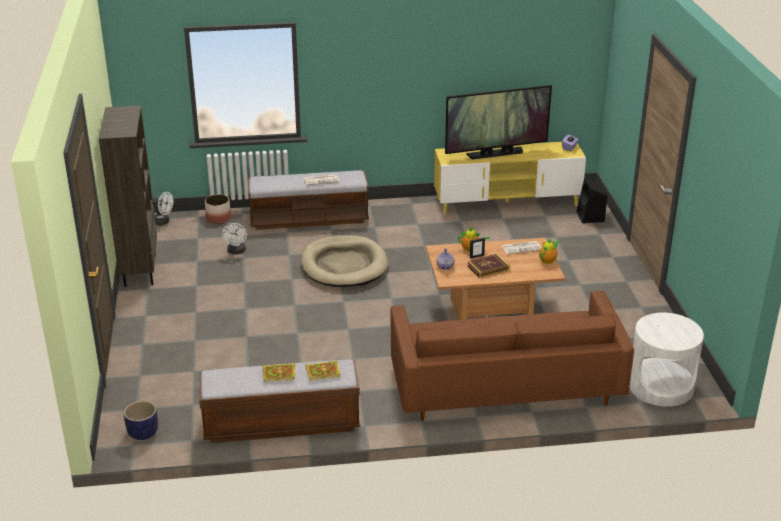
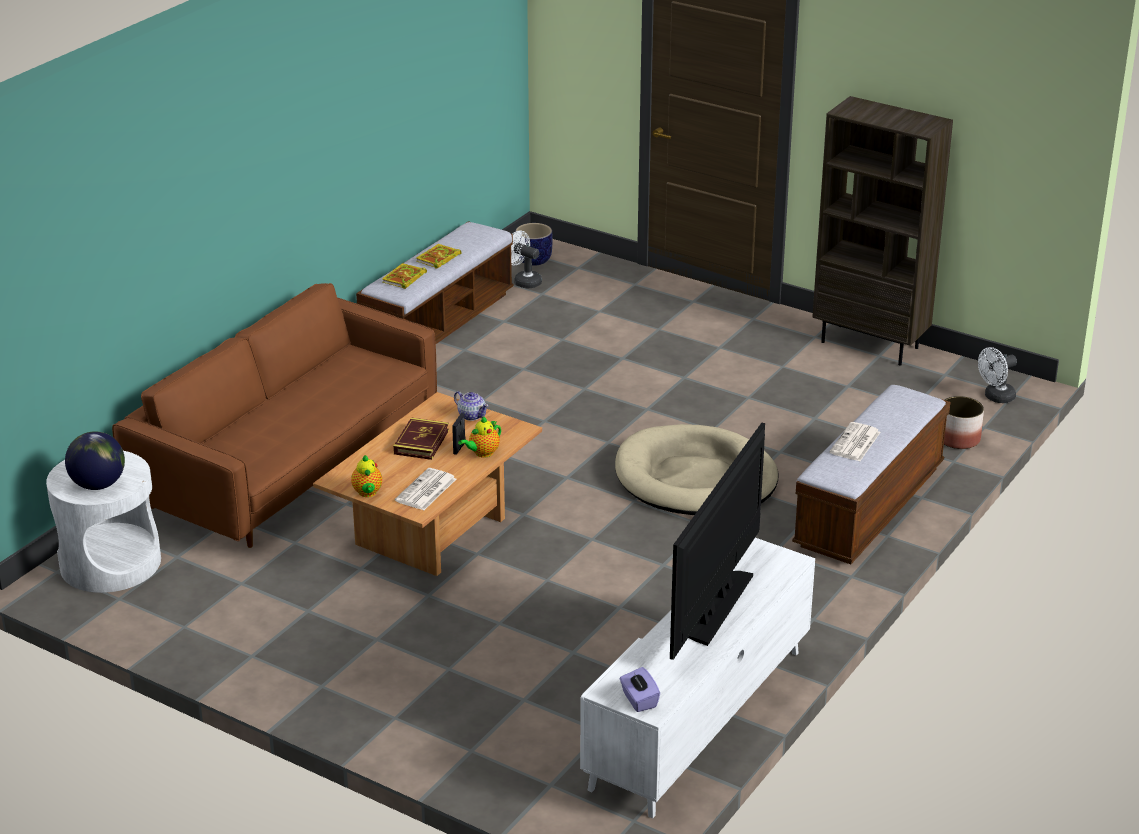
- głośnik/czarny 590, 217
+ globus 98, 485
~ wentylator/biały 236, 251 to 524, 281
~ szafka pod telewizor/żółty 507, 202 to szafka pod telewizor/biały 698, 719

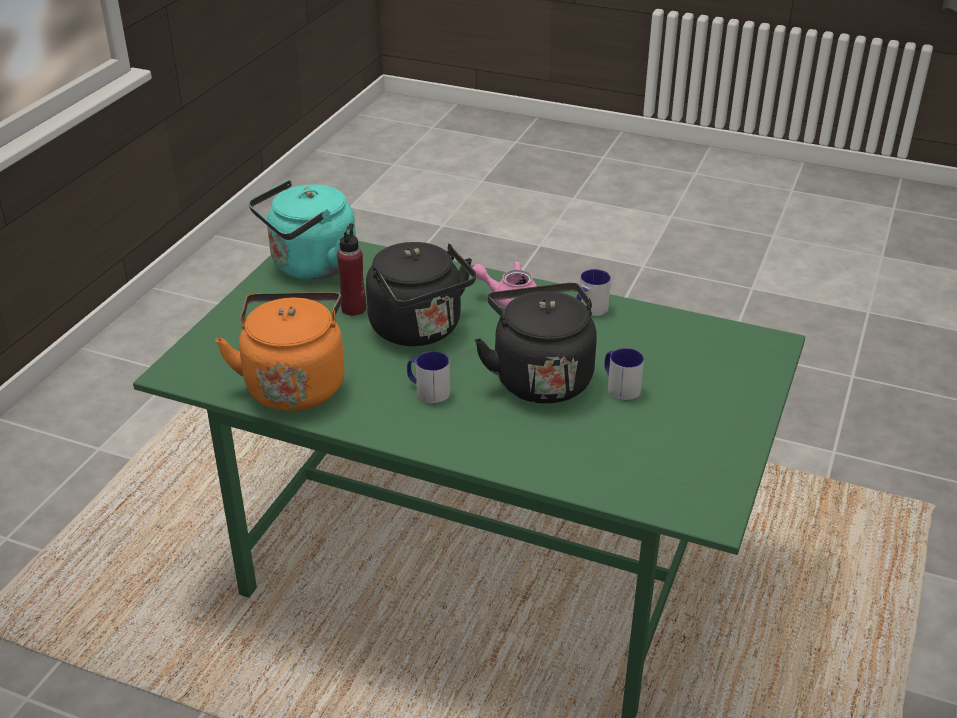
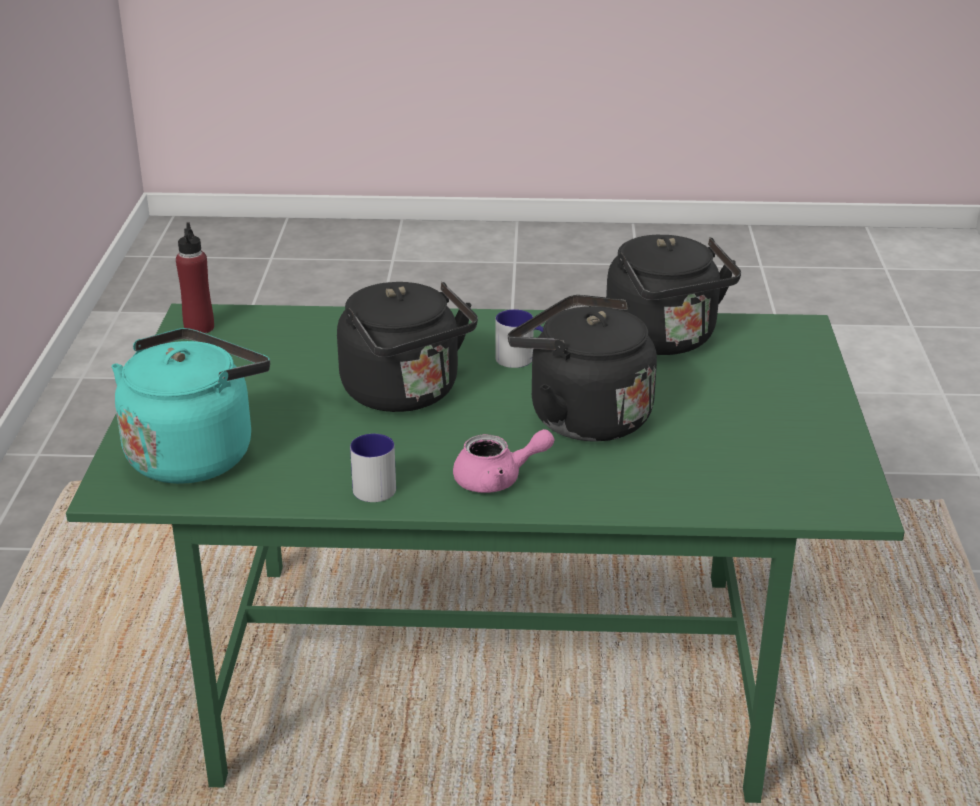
- kubek 619, 386
~ czajnik/turkusowy 309, 266 to 195, 453
~ butelka/czerwony 354, 309 to 199, 328
~ czajnik/pomarańczowy 295, 384 to czajnik/czarny 665, 340

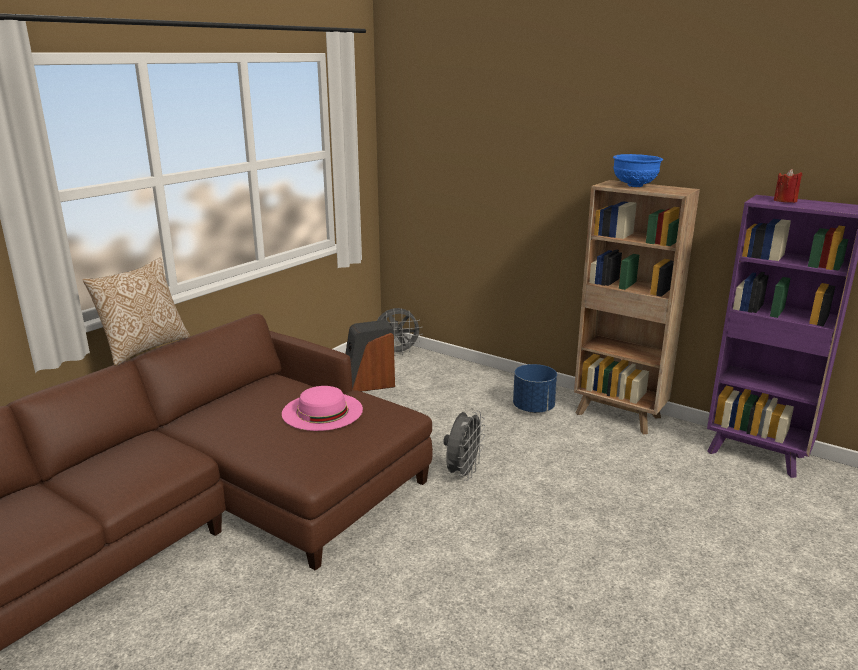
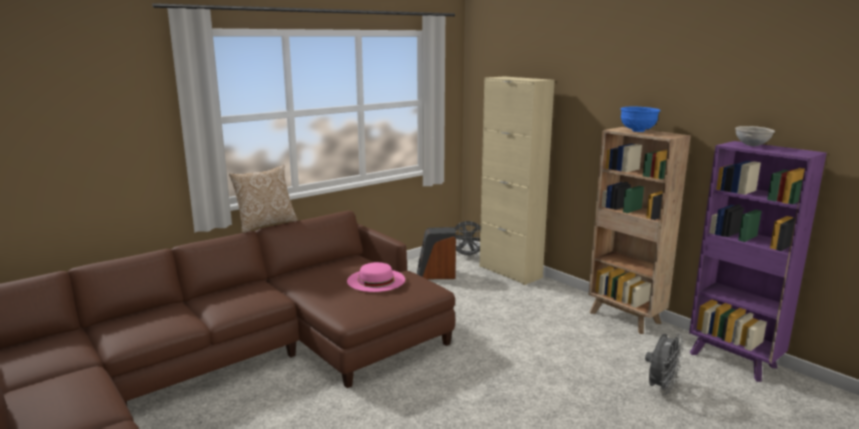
- donica/niebieski 533, 408
+ szafka/beżowy 510, 272
~ wentylator/szary 463, 473 to 660, 388
~ świeca/czerwony 785, 201 to miska/szary 752, 145

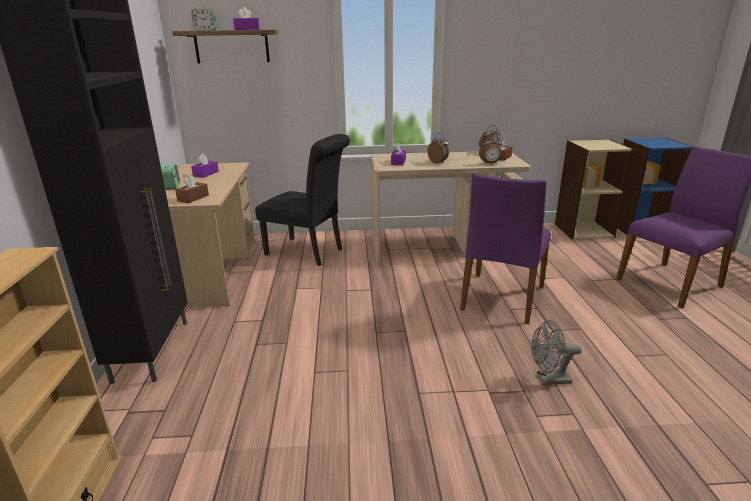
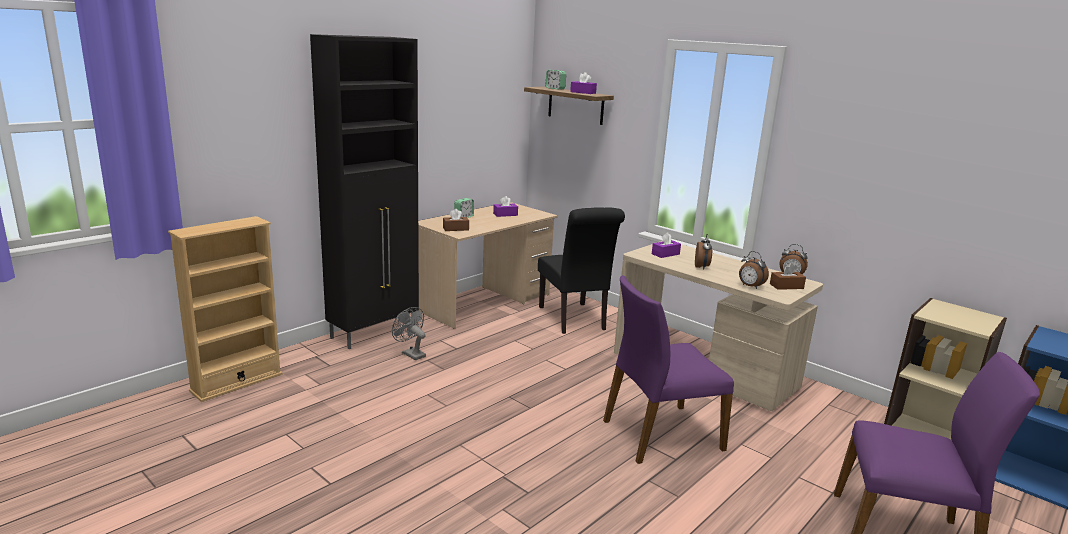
~ wentylator/szary 548, 379 to 411, 354

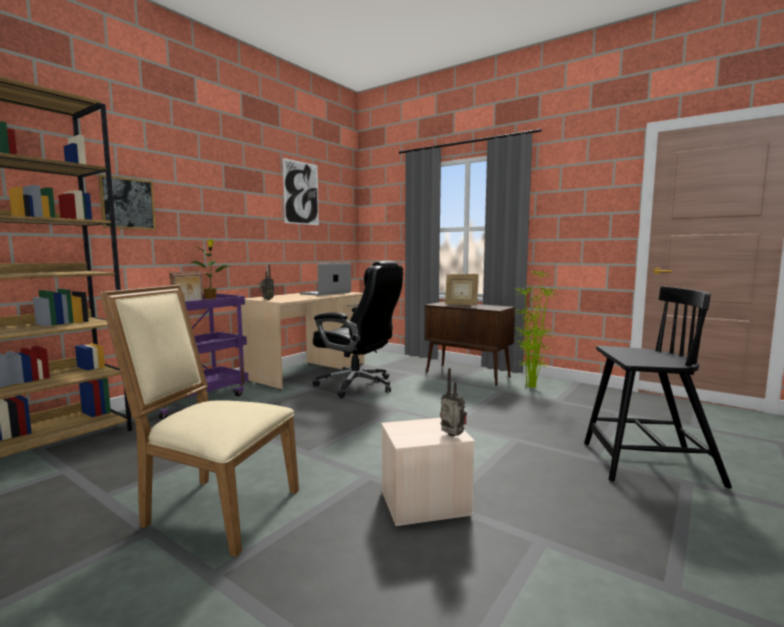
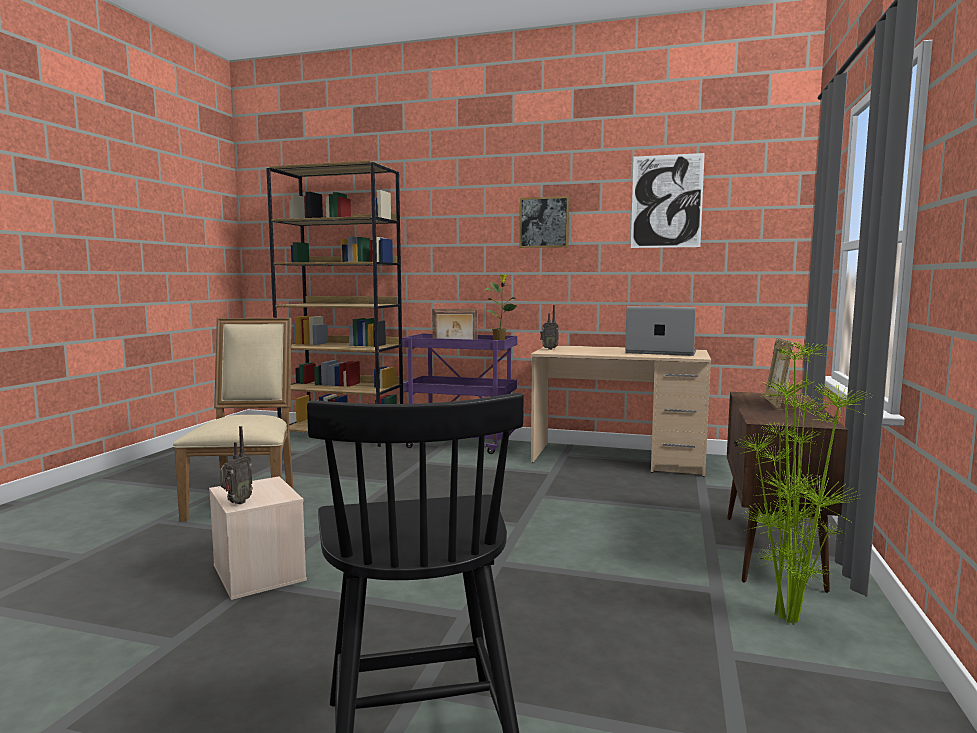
- krzesło biurowe/czarny 358, 385
~ obraz 127, 203 to 544, 222

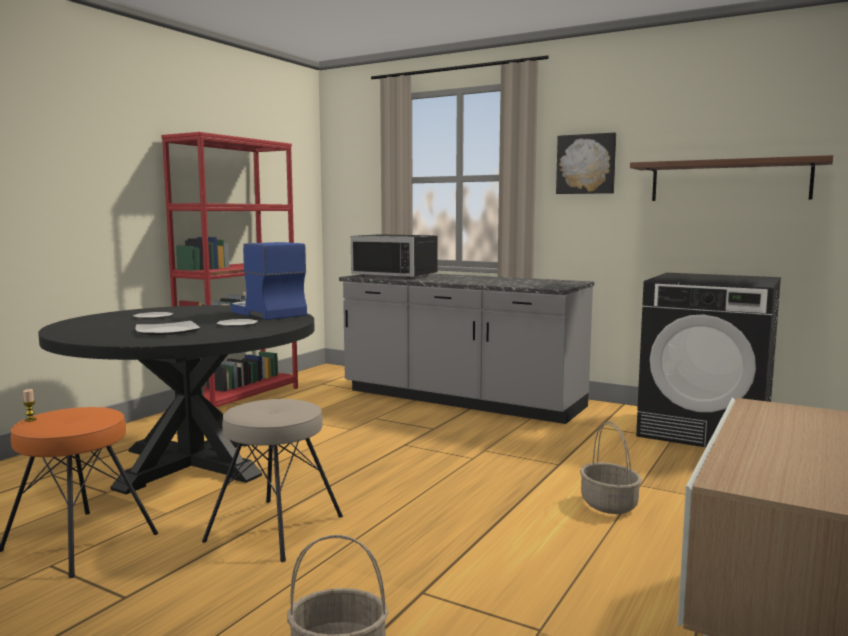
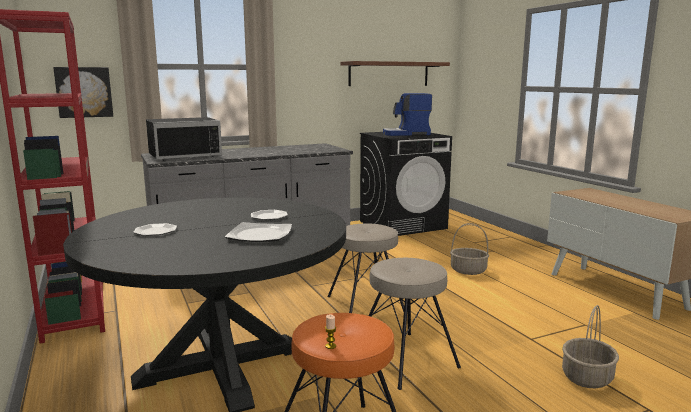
+ stołek/beżowy 366, 304
~ ekspres do kawy 266, 313 to 406, 134
~ obraz 586, 164 to 84, 92

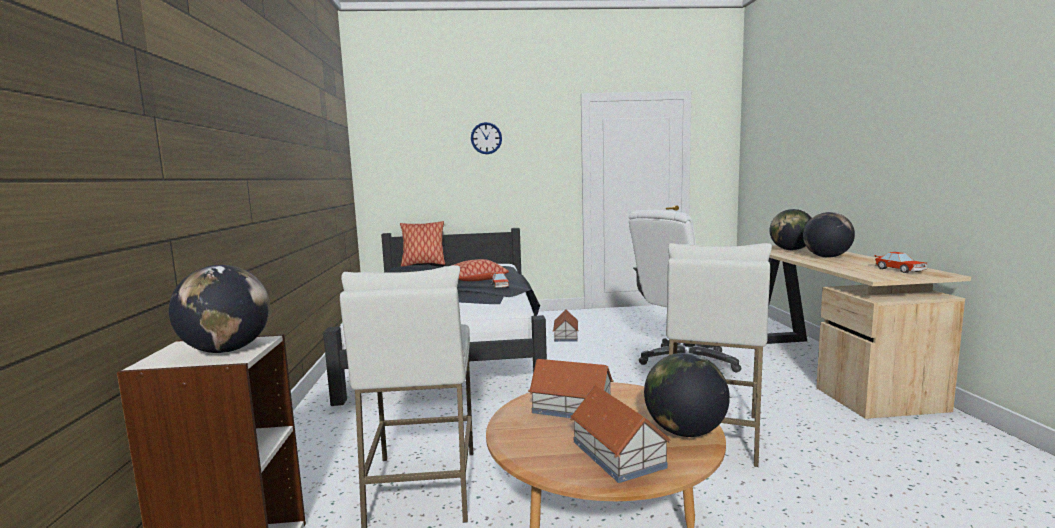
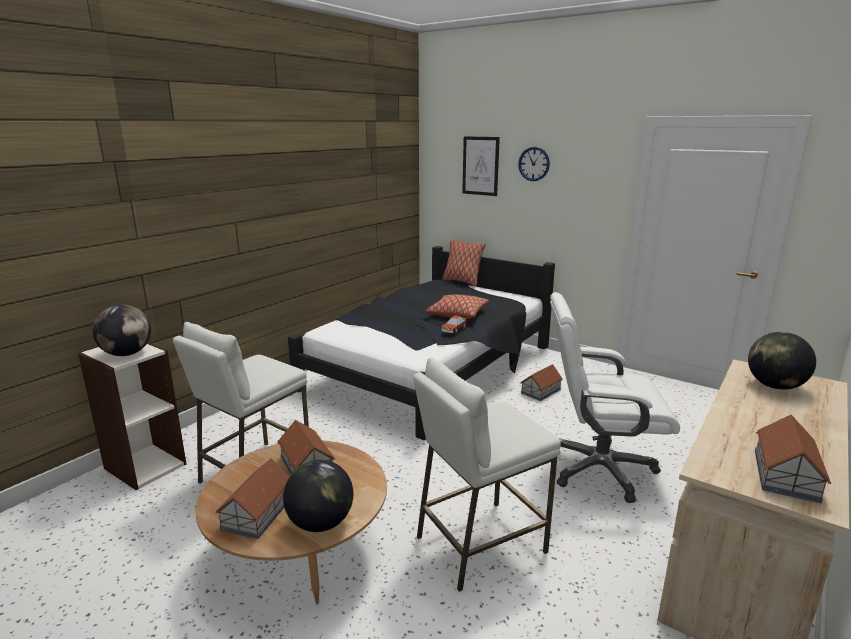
- globus 826, 257
+ obraz 480, 166
~ samochodzik 900, 270 to domek 786, 474

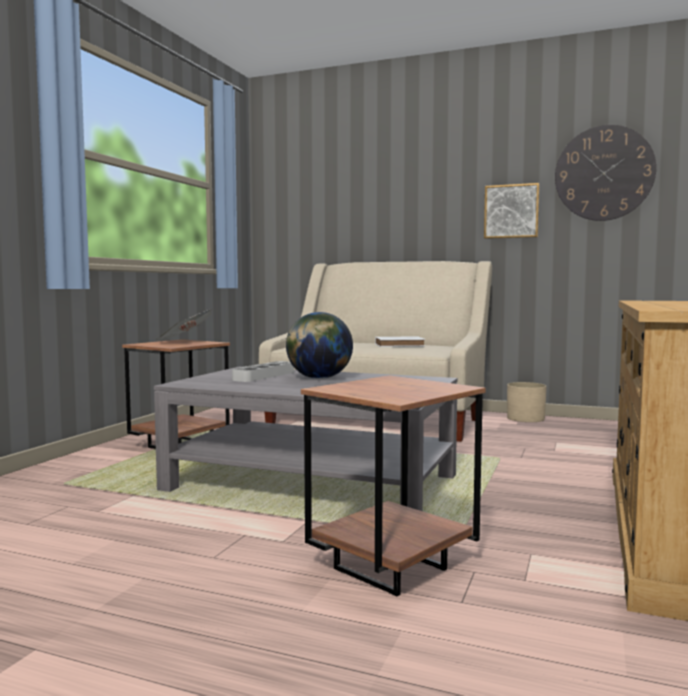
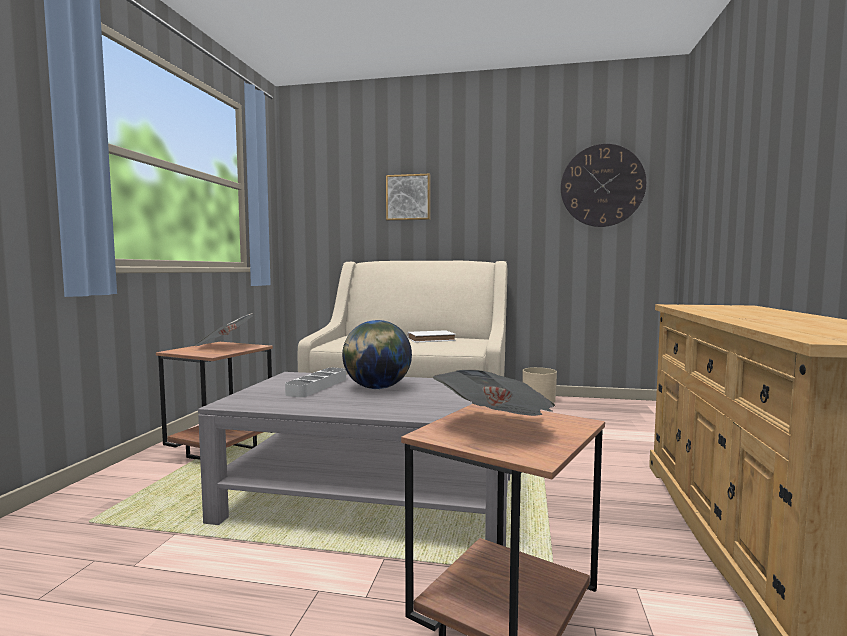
+ gazeta 497, 428
~ obraz 511, 211 to 408, 197

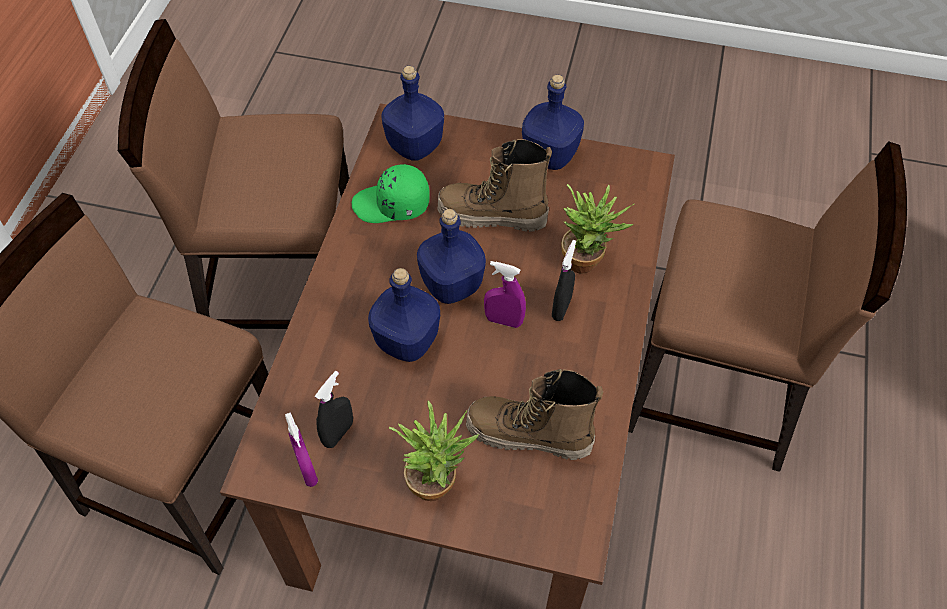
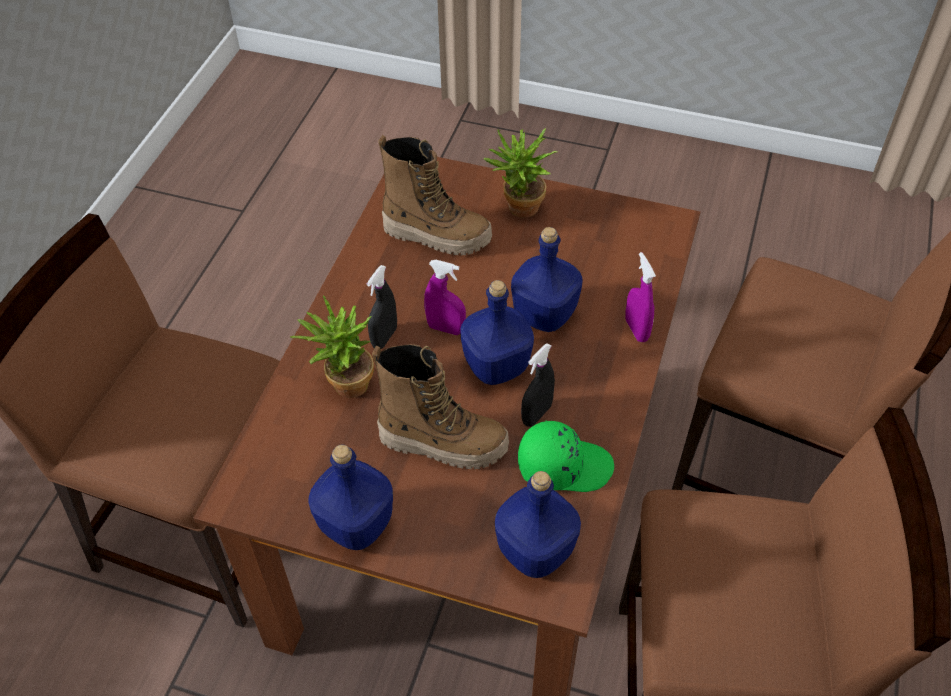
~ spryskiwacz/fioletowy 307, 470 to 636, 330
~ spryskiwacz/czarny 338, 433 to 536, 414

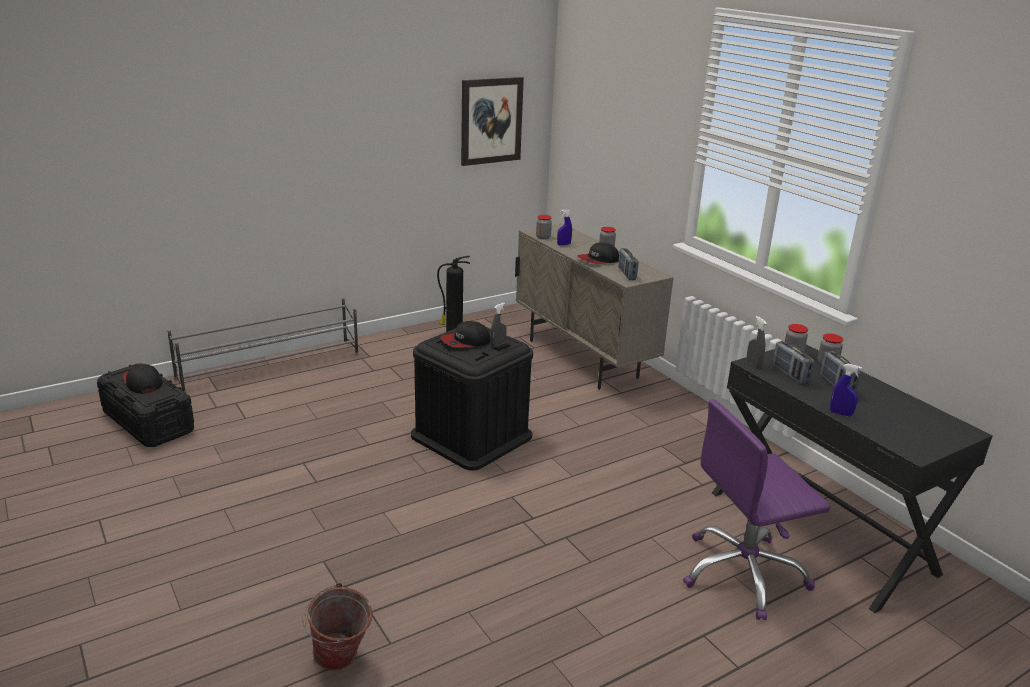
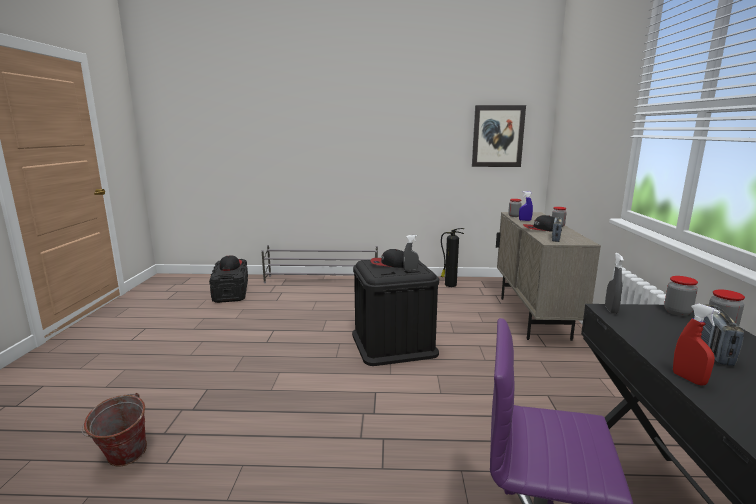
- radio 790, 374
~ spryskiwacz/niebieski 840, 413 to spryskiwacz/czerwony 688, 379

